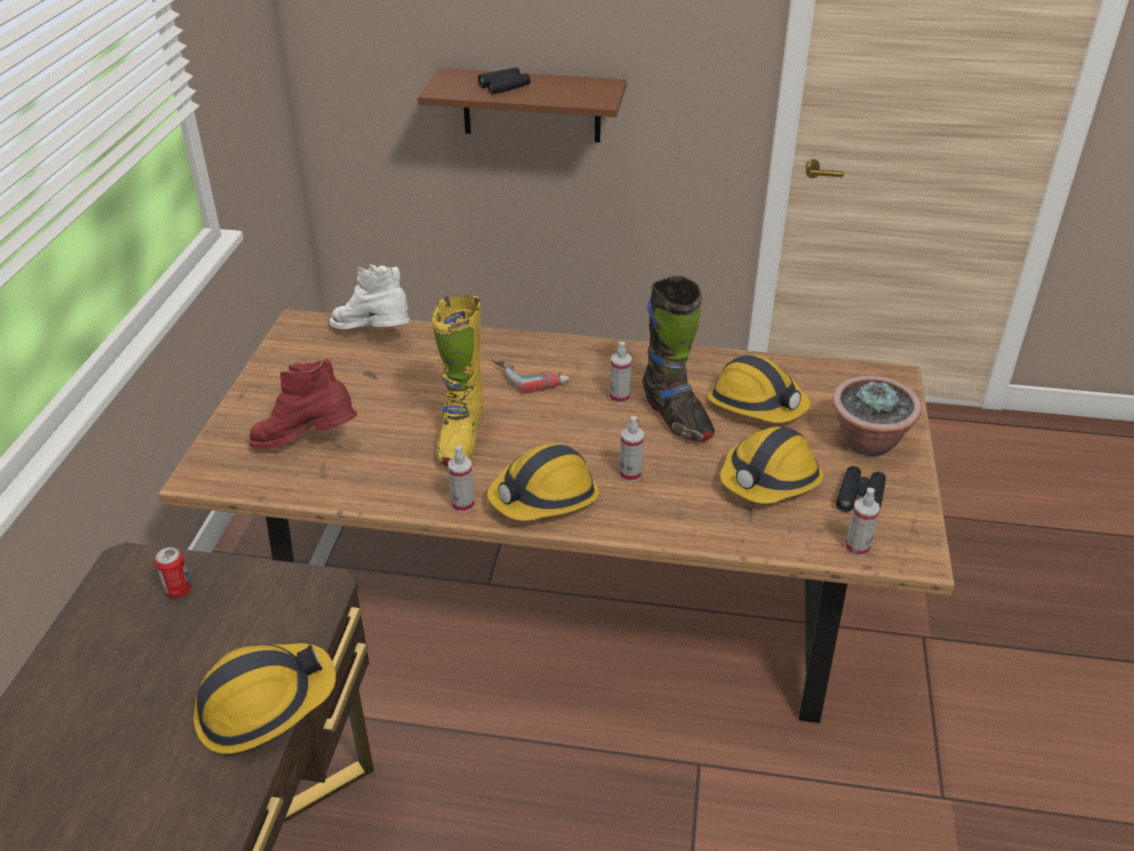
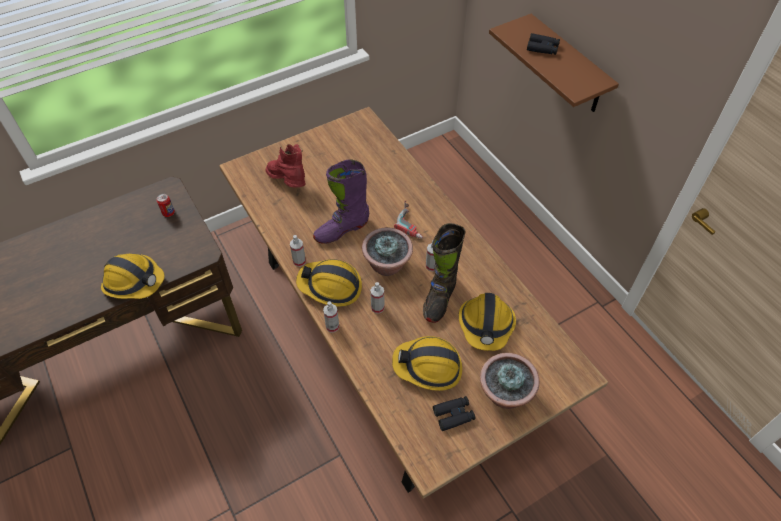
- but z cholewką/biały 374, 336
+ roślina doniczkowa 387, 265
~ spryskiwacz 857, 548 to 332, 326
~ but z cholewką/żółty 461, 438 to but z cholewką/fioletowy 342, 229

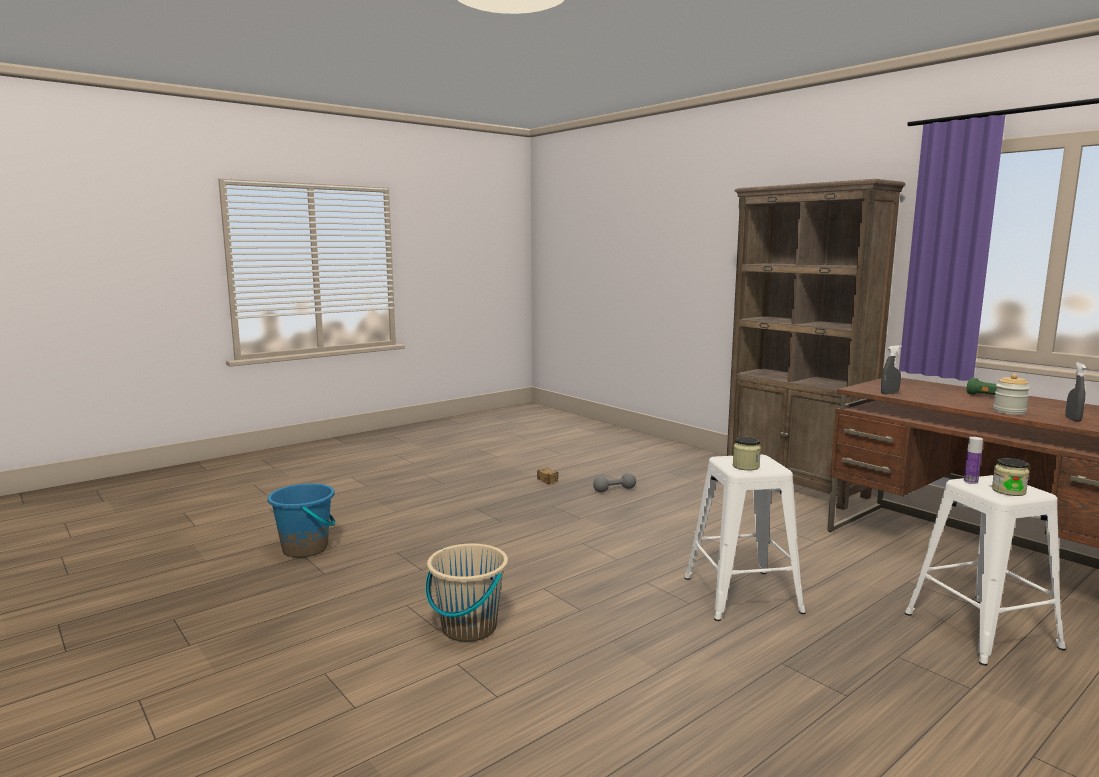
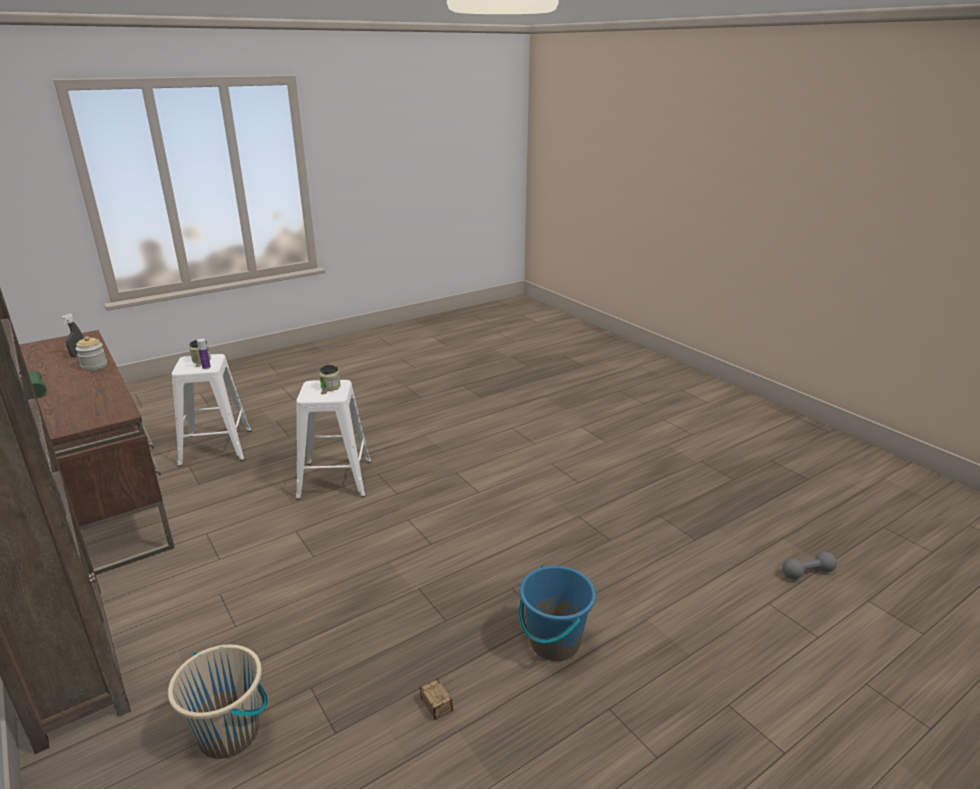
- spryskiwacz/szary 889, 393
~ wiadro/niebieski 305, 548 to 554, 642
~ wiadro/beżowy 468, 628 to 229, 732
~ hantel/szary 614, 490 to 807, 573

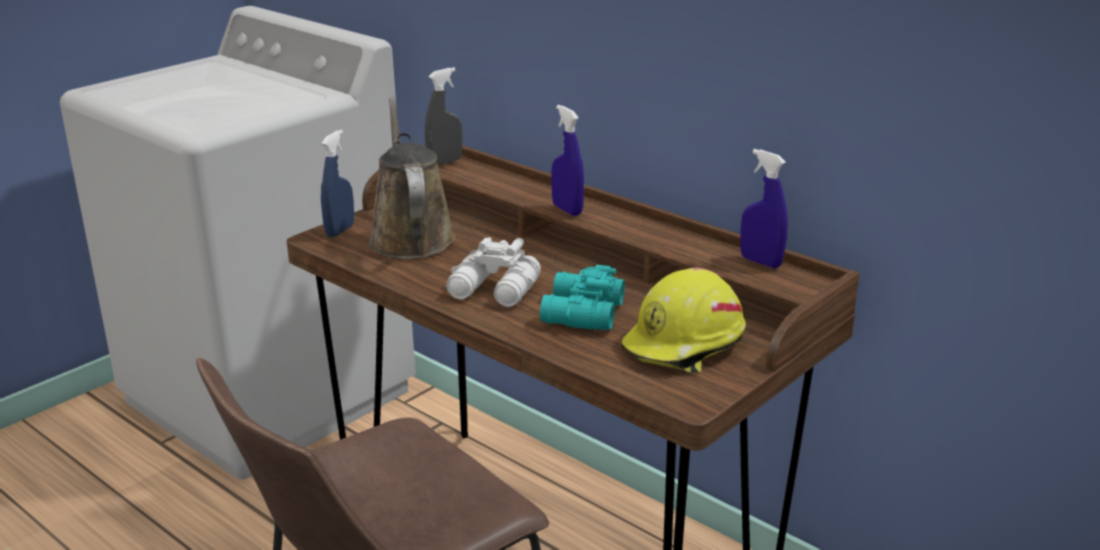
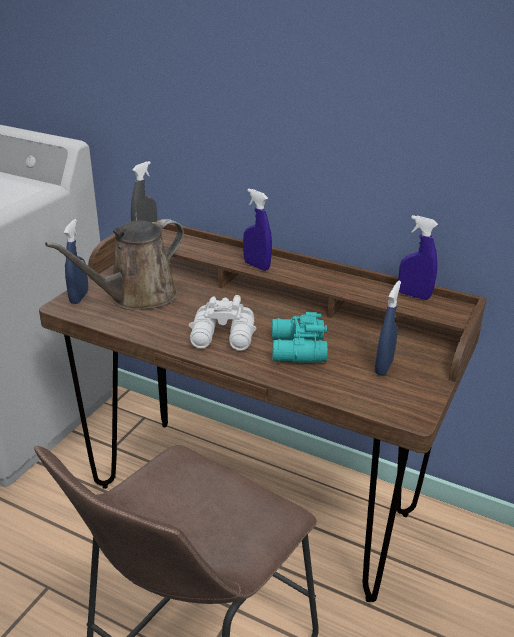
~ kask/żółty 685, 345 to spryskiwacz/niebieski 383, 367
~ konewka/brązowy 410, 237 = 137, 297 105 degrees counterclockwise

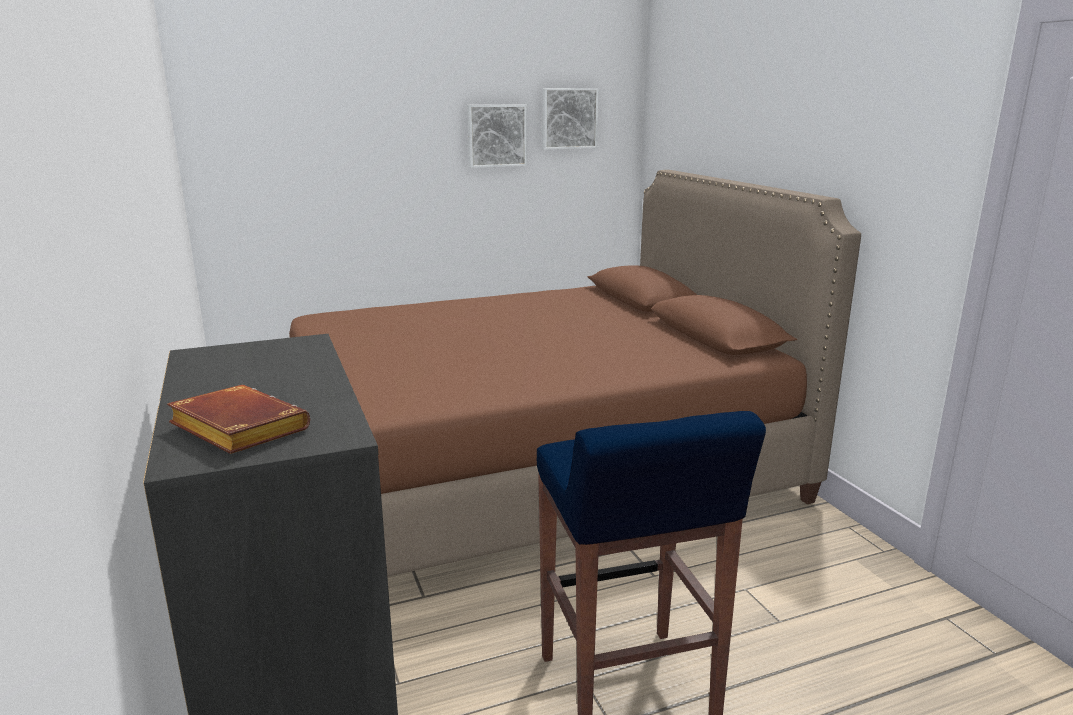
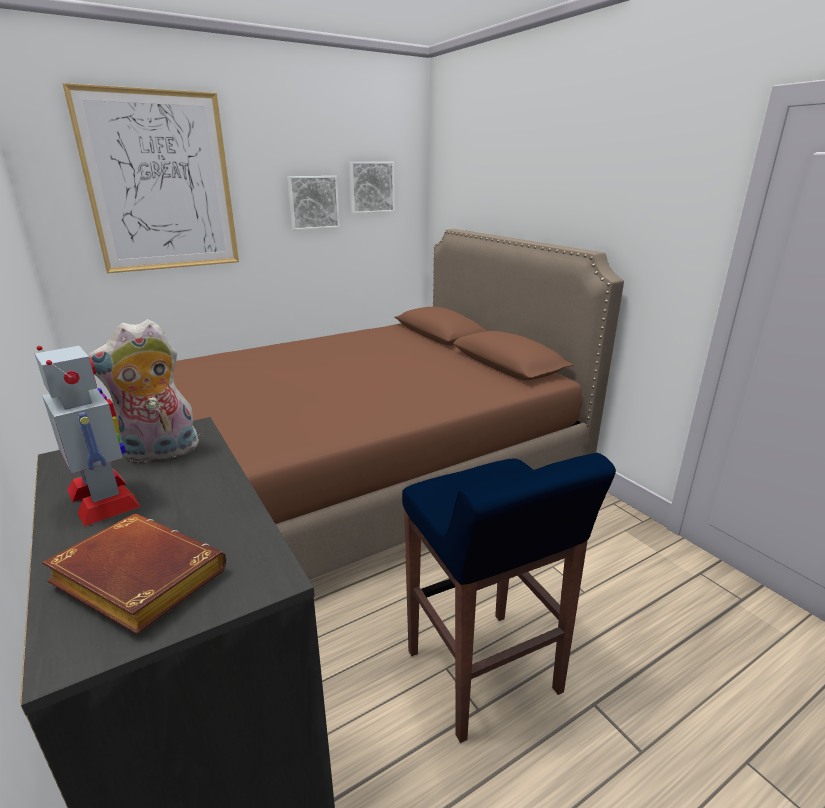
+ robot zabawkowy 104, 498
+ obraz 160, 183
+ pluszak 160, 453

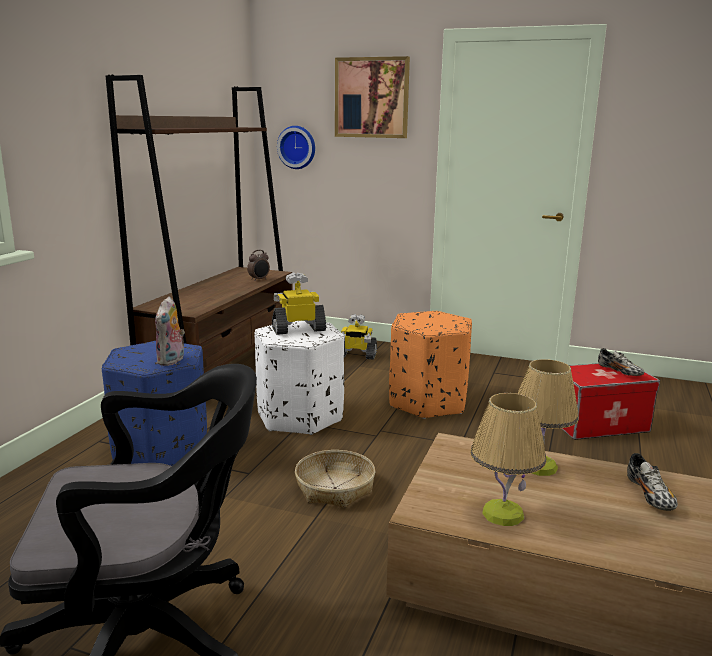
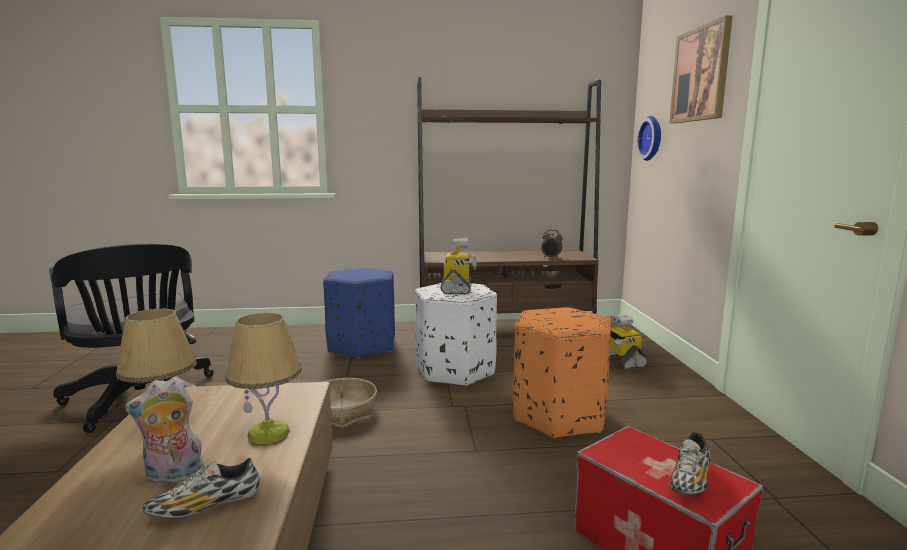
~ pluszak 172, 361 to 173, 477
~ robot zabawkowy 298, 329 = 457, 289 45 degrees clockwise

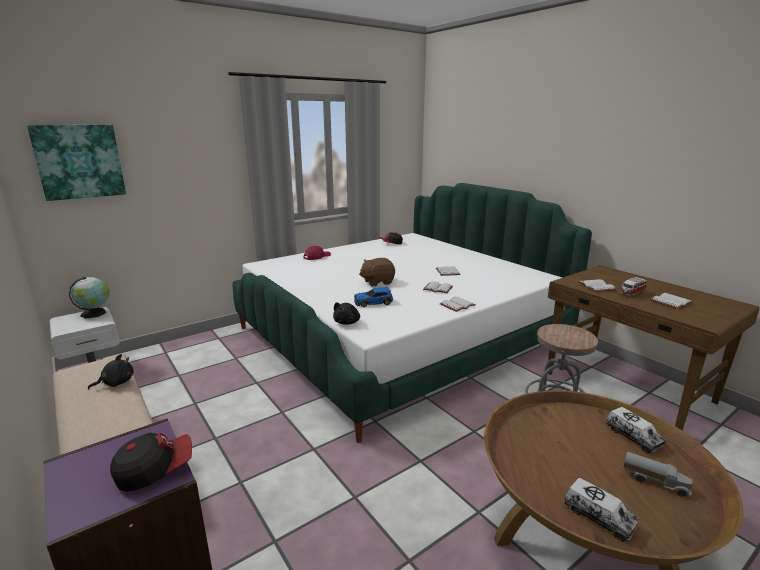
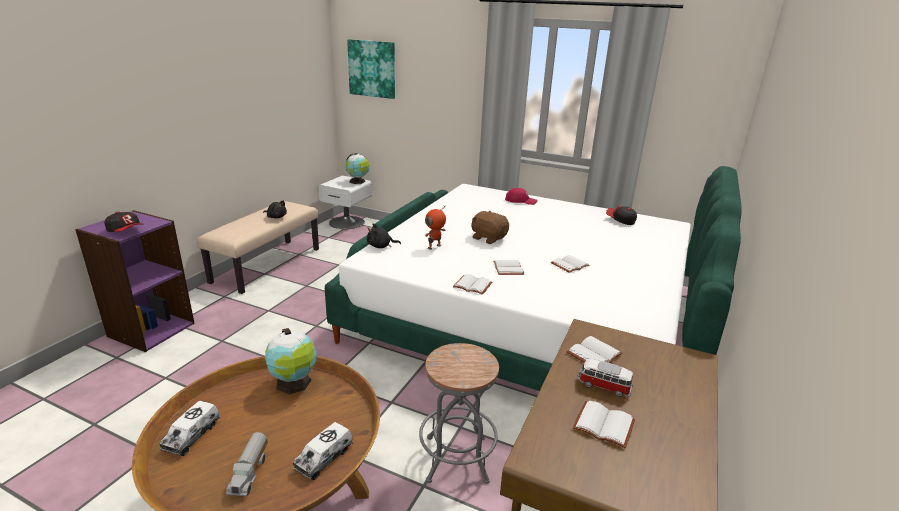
+ globus 294, 383
~ samochodzik 374, 302 to robot zabawkowy 435, 247

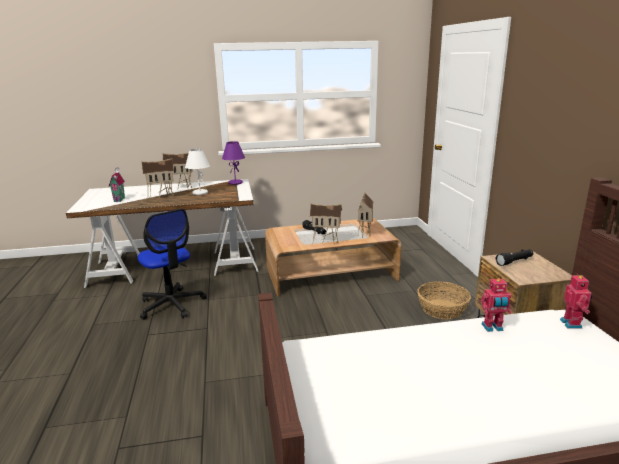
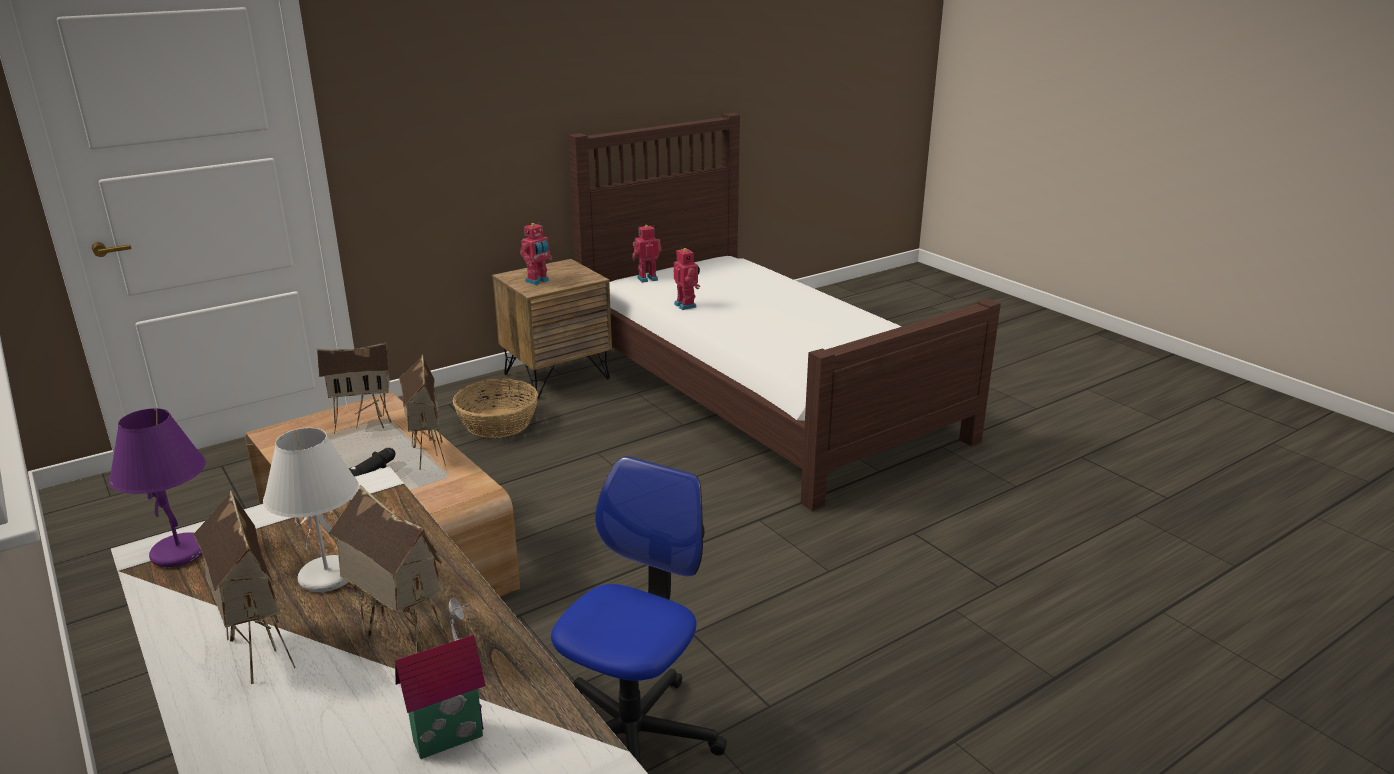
~ latarka/czarny 515, 261 to robot zabawkowy 538, 281

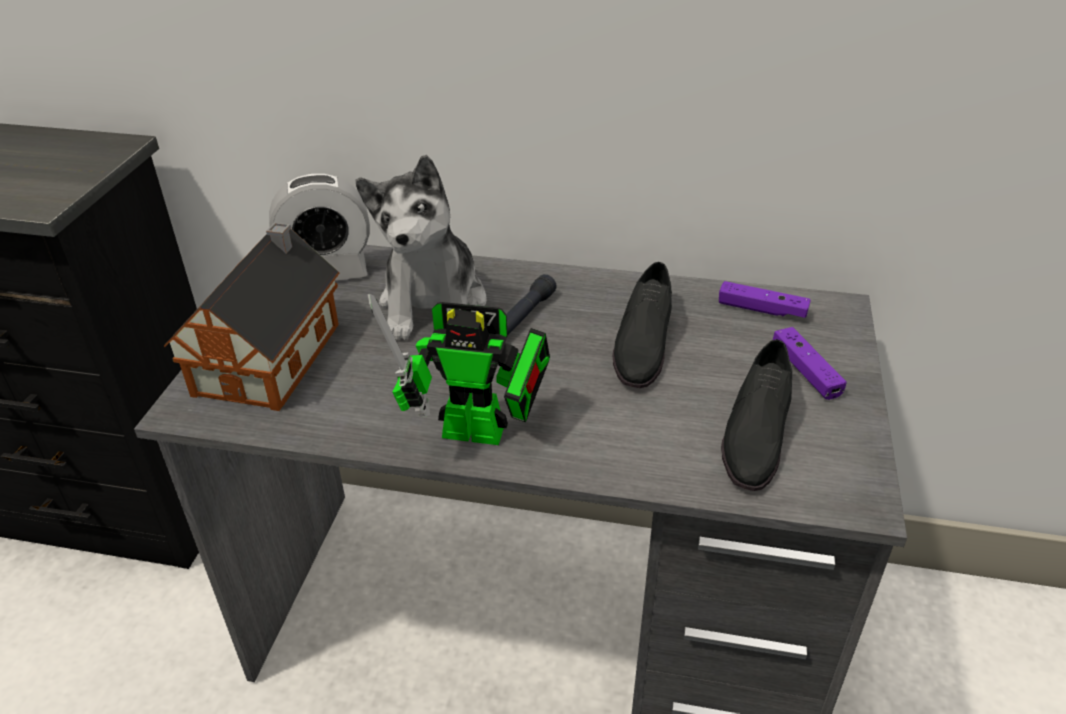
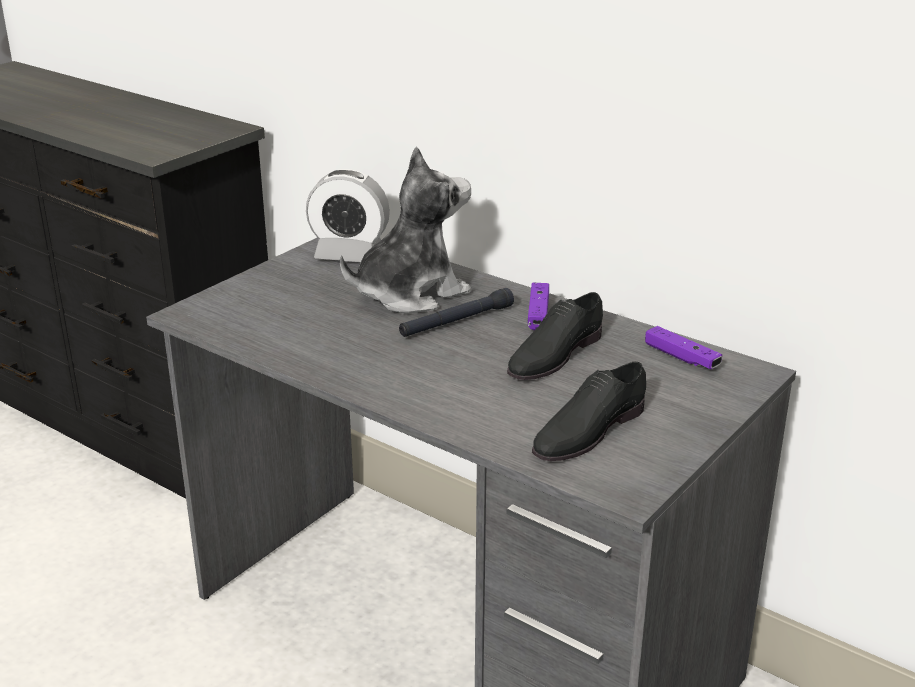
- domek 273, 354
- robot zabawkowy 483, 433
~ pad do gier/fioletowy 805, 371 to 538, 313
~ pluszak 433, 305 = 410, 293 150 degrees counterclockwise

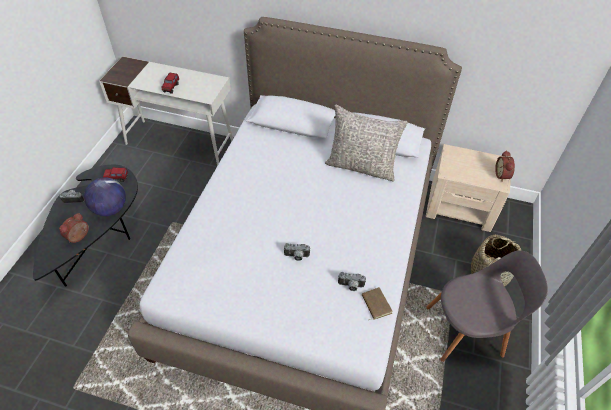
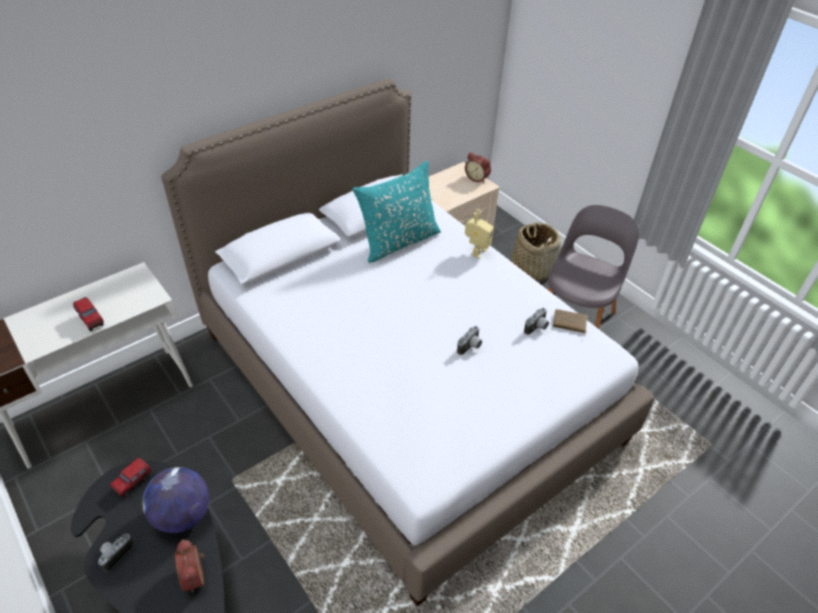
+ robot zabawkowy 476, 251
~ poduszka/szary 361, 166 to poduszka/turkusowy 398, 241

